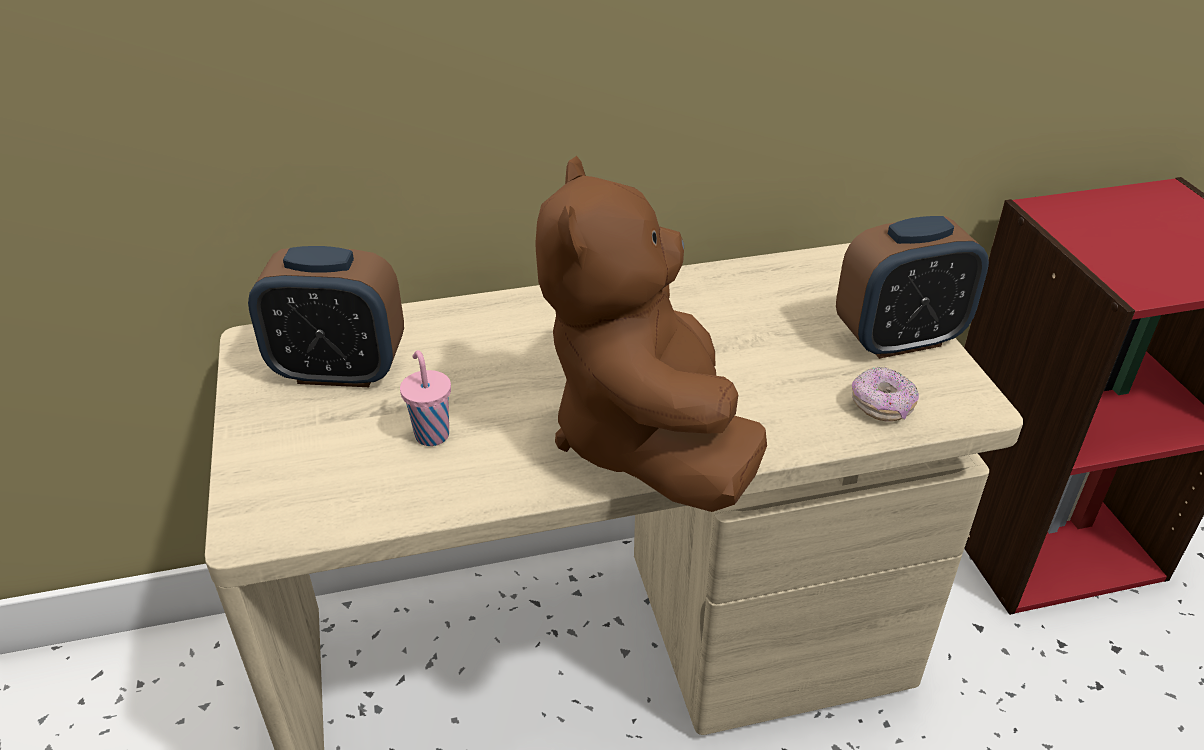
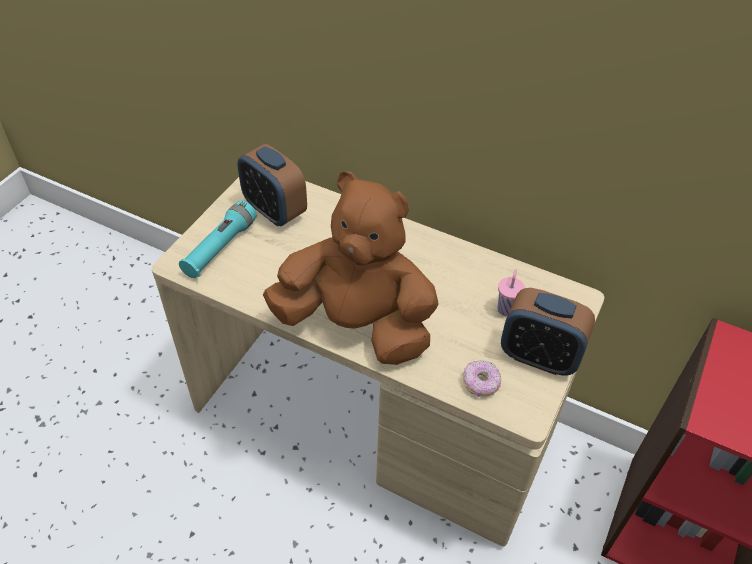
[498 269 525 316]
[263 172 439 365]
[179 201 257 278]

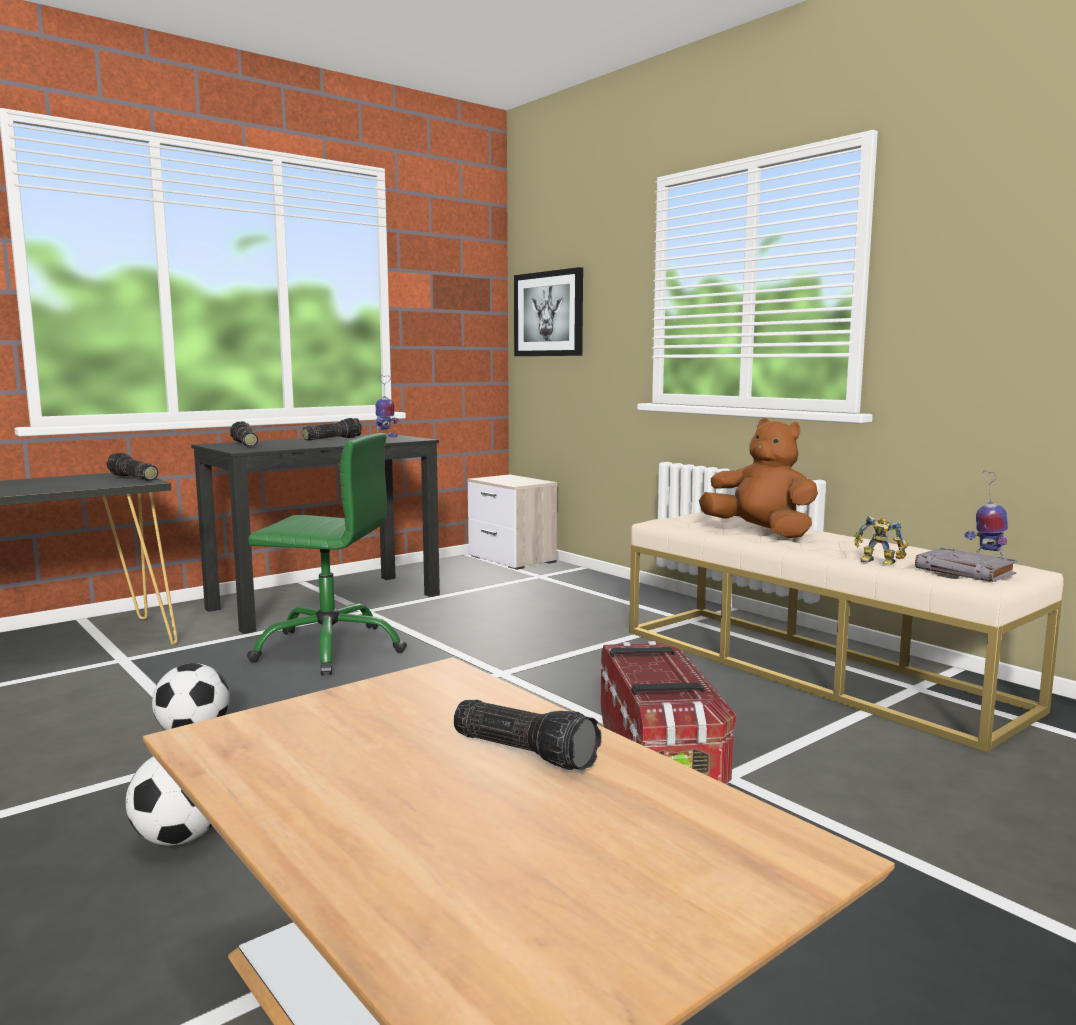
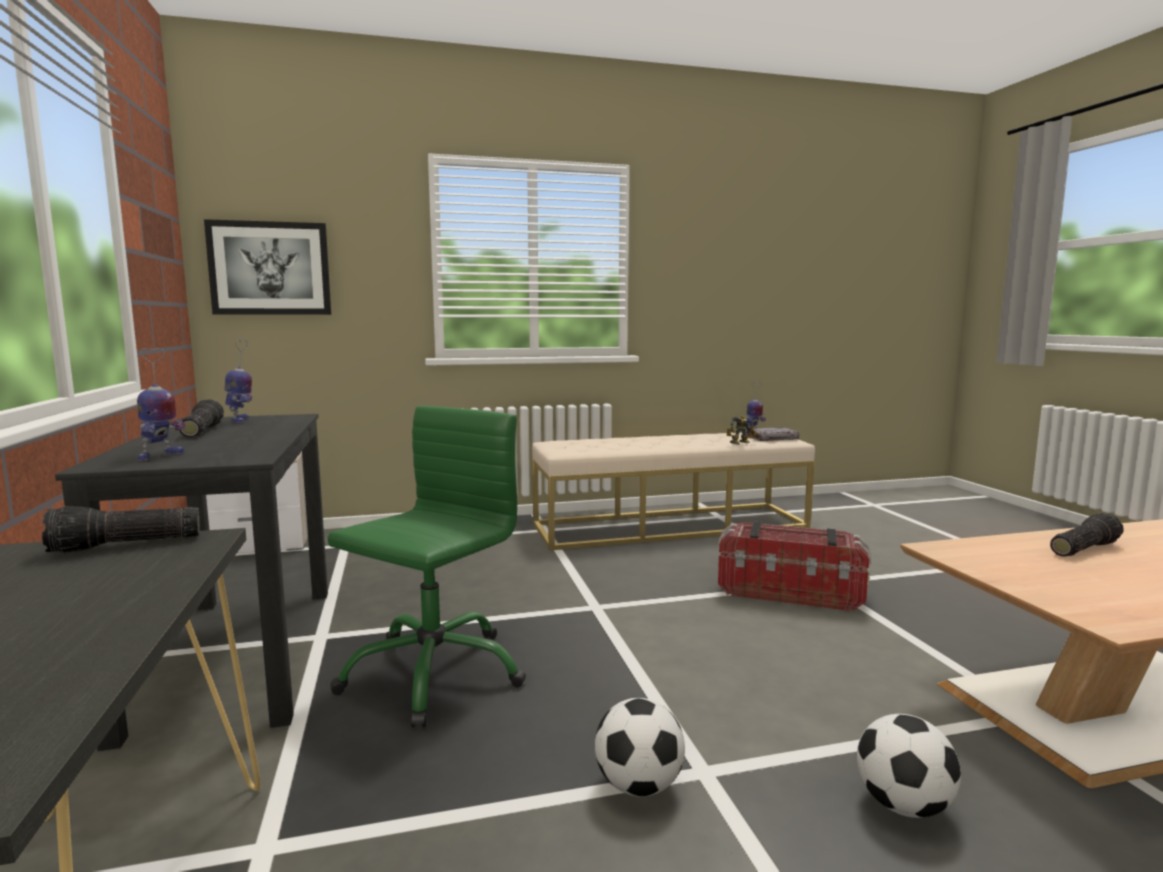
[137 348 186 461]
[699 418 818 538] (first image)

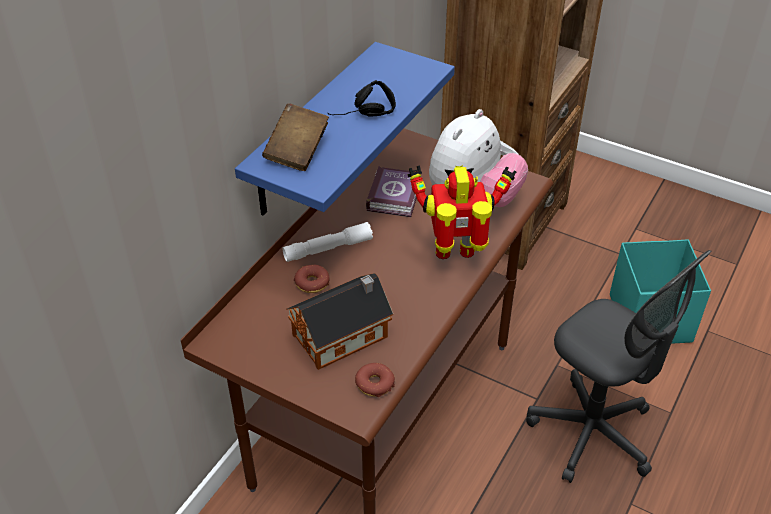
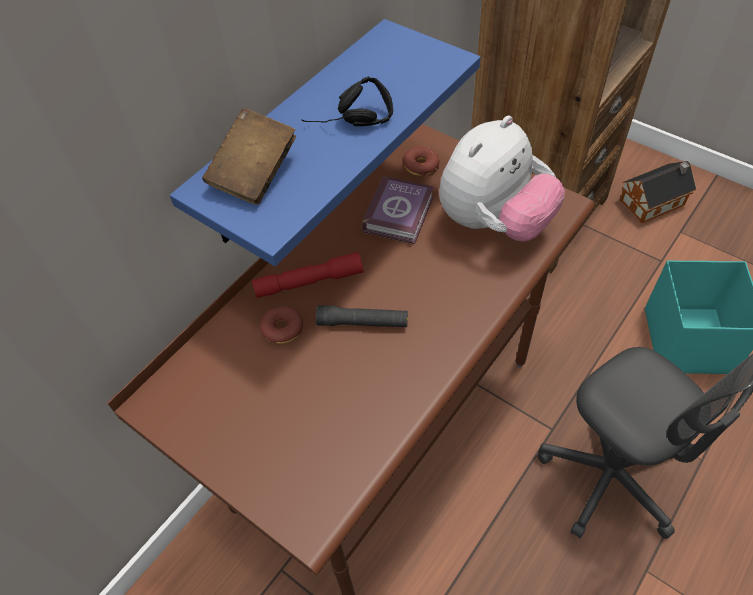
[252 251 364 298]
[620 161 697 223]
[403 146 440 176]
[408 165 516 259] (first image)
[316 305 408 327]

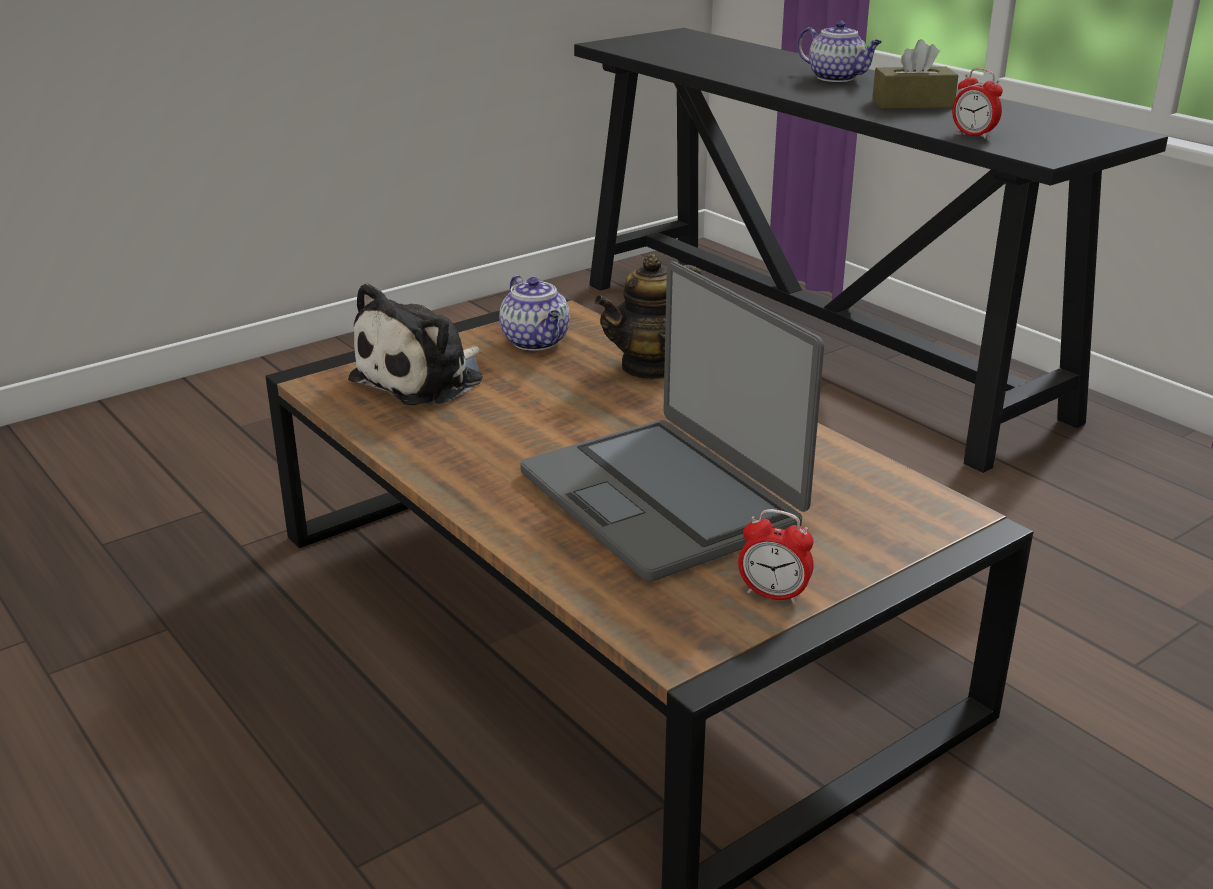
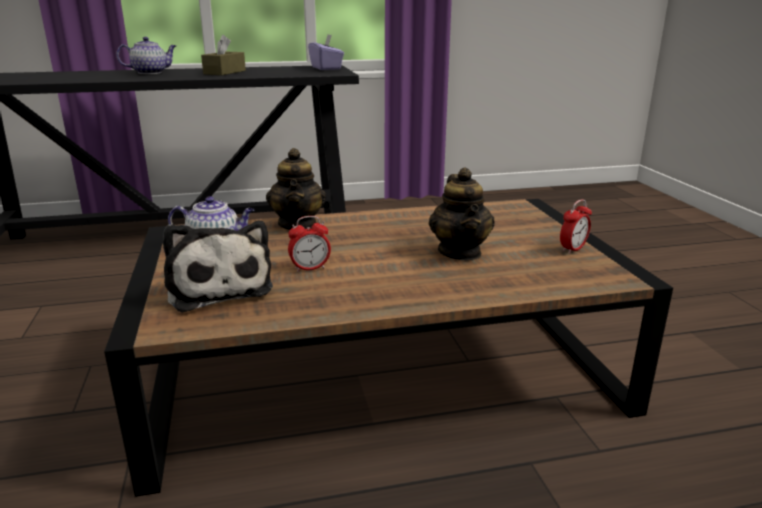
[429 168 495 260]
[288 216 331 272]
[308 35 344 70]

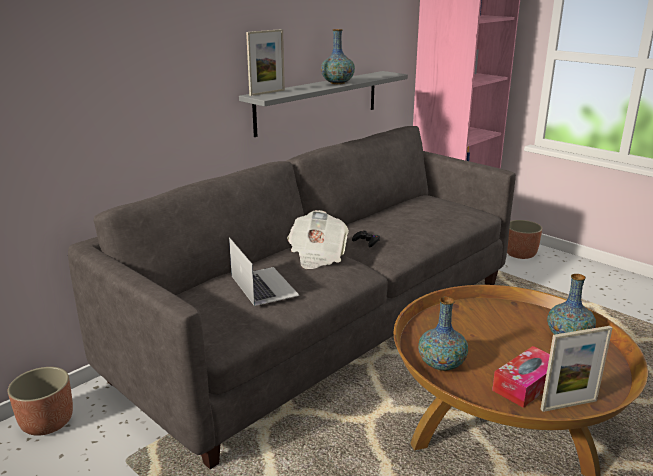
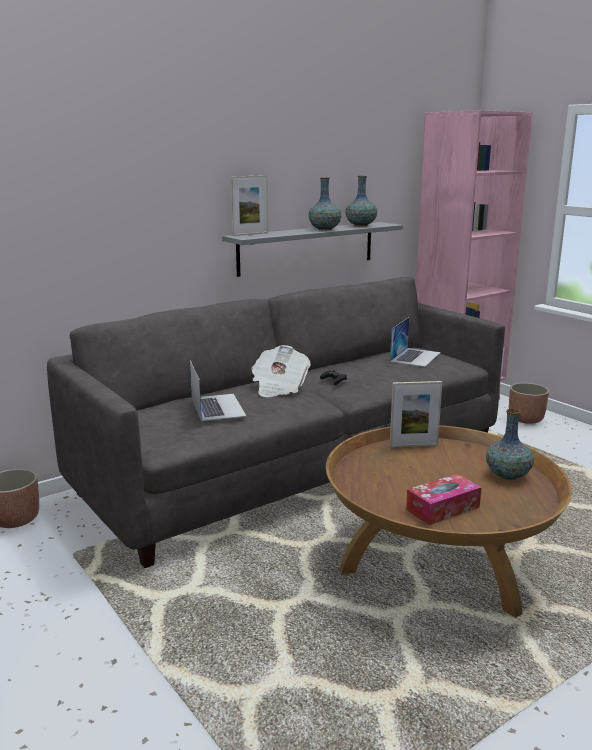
[345 176 377 226]
[390 381 442 448]
[390 317 441 367]

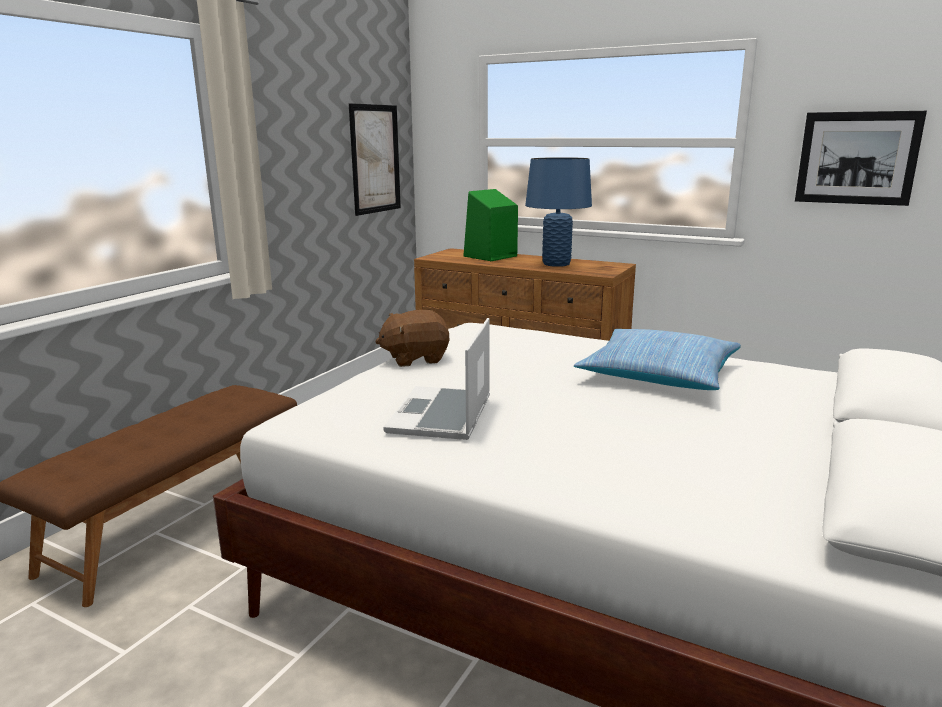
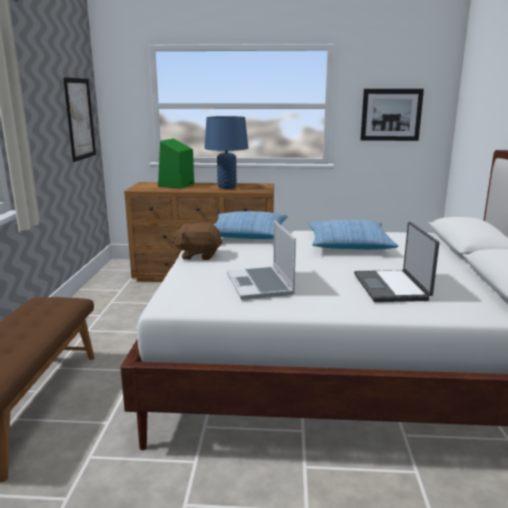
[172 223 222 260]
[214 211 288 239]
[354 222 439 302]

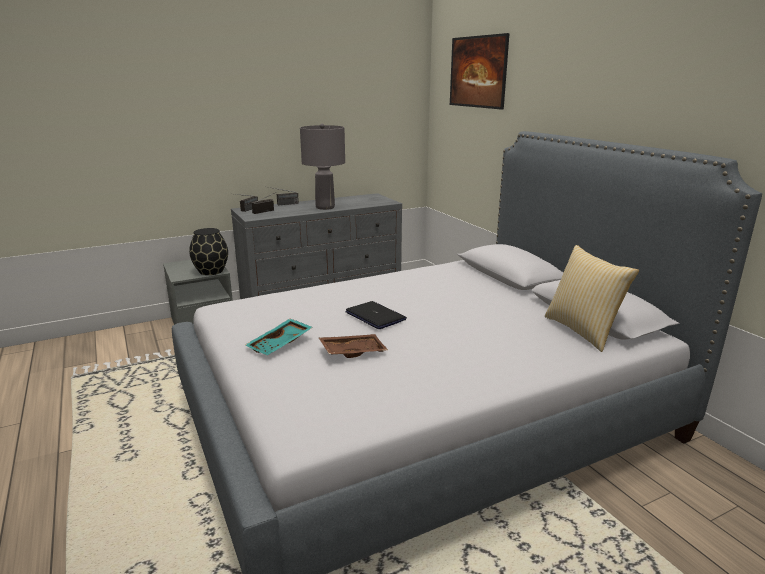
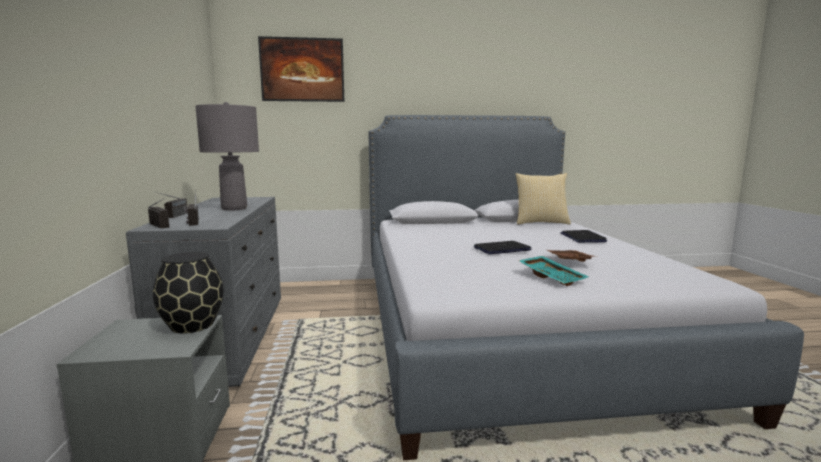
[561 230 607 243]

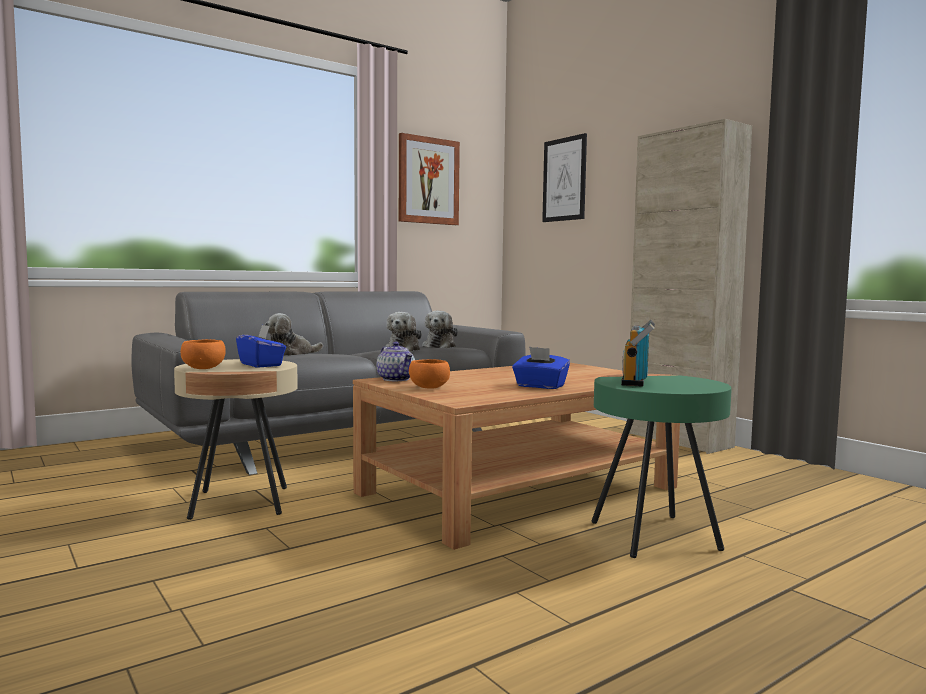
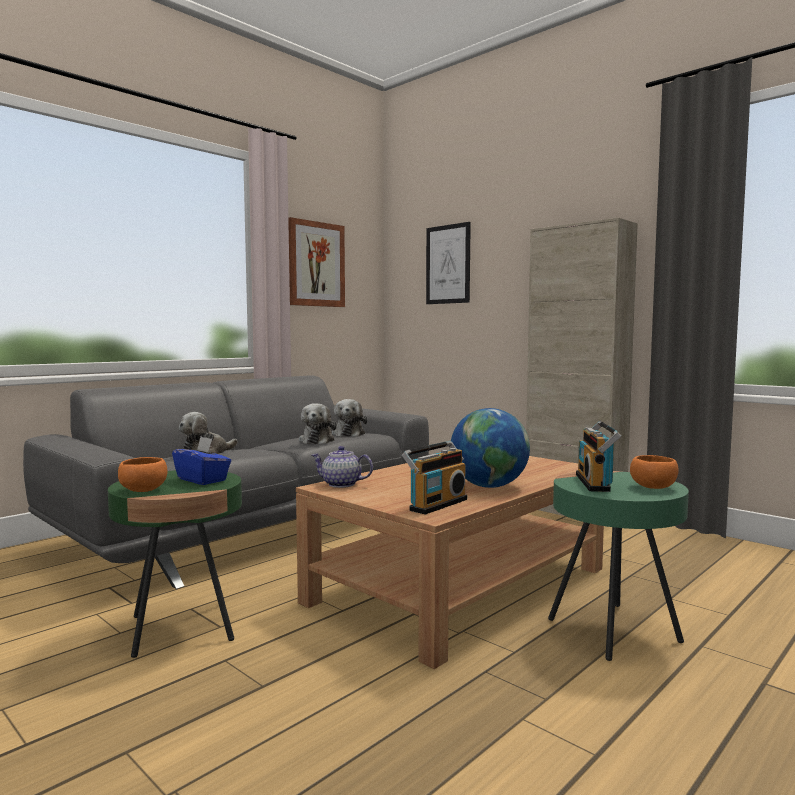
[108 470 242 658]
[311 446 373 488]
[630 455 679 489]
[451 408 530 488]
[402 441 467 515]

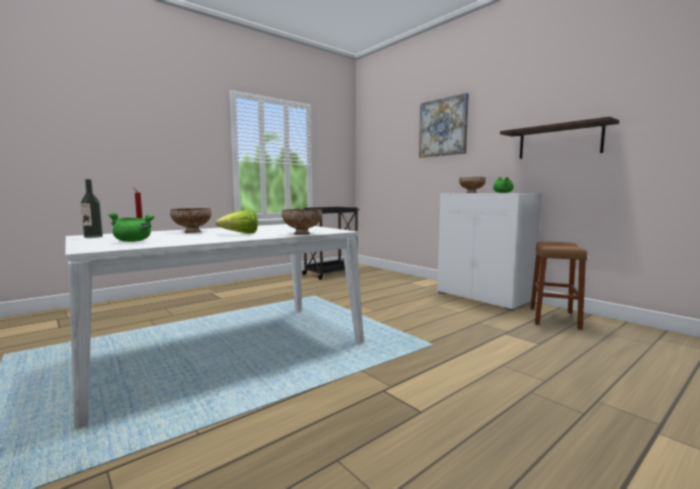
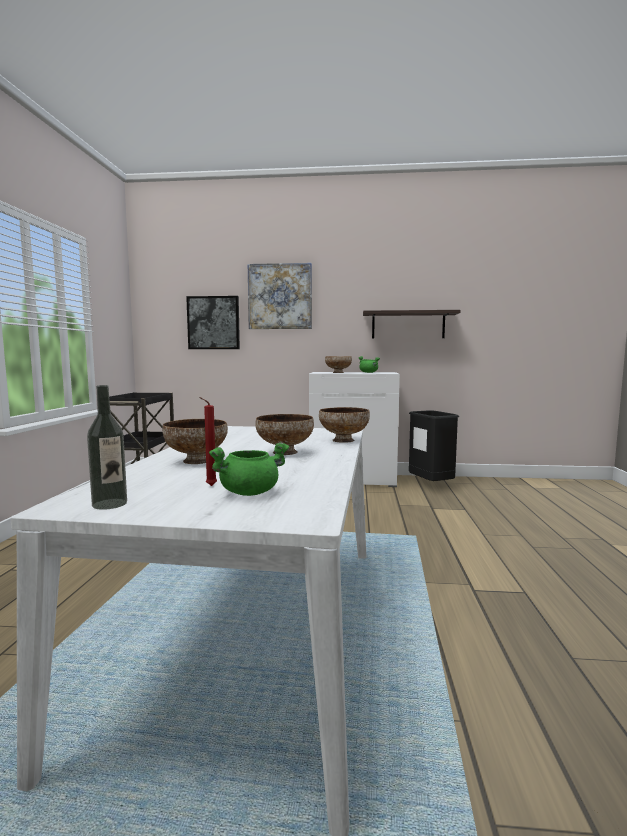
[255 414 314 455]
[409 410 459 481]
[186 296 240 349]

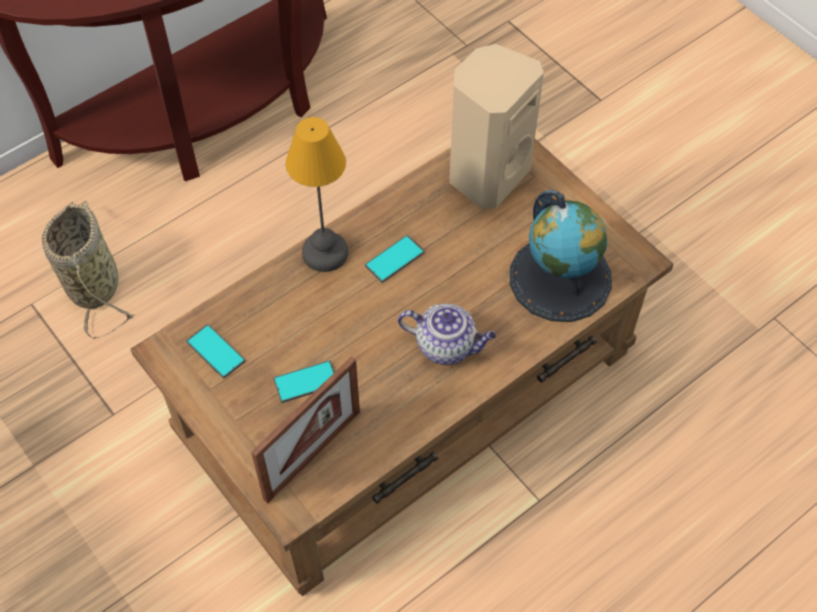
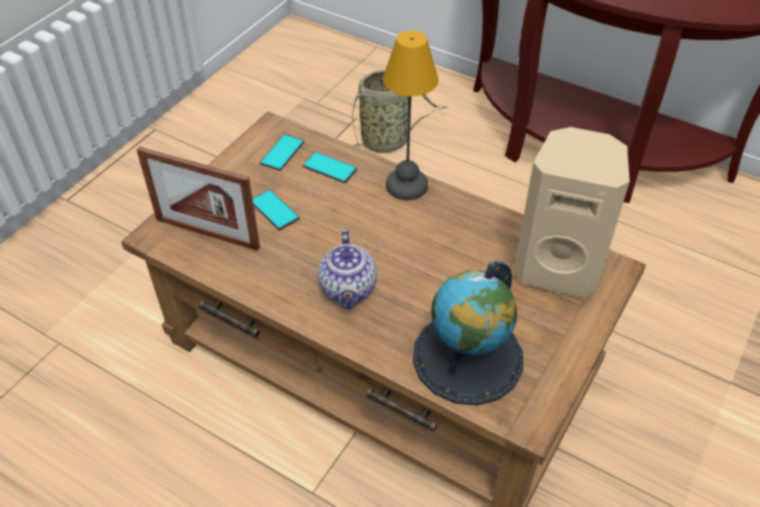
[303 152 357 183]

